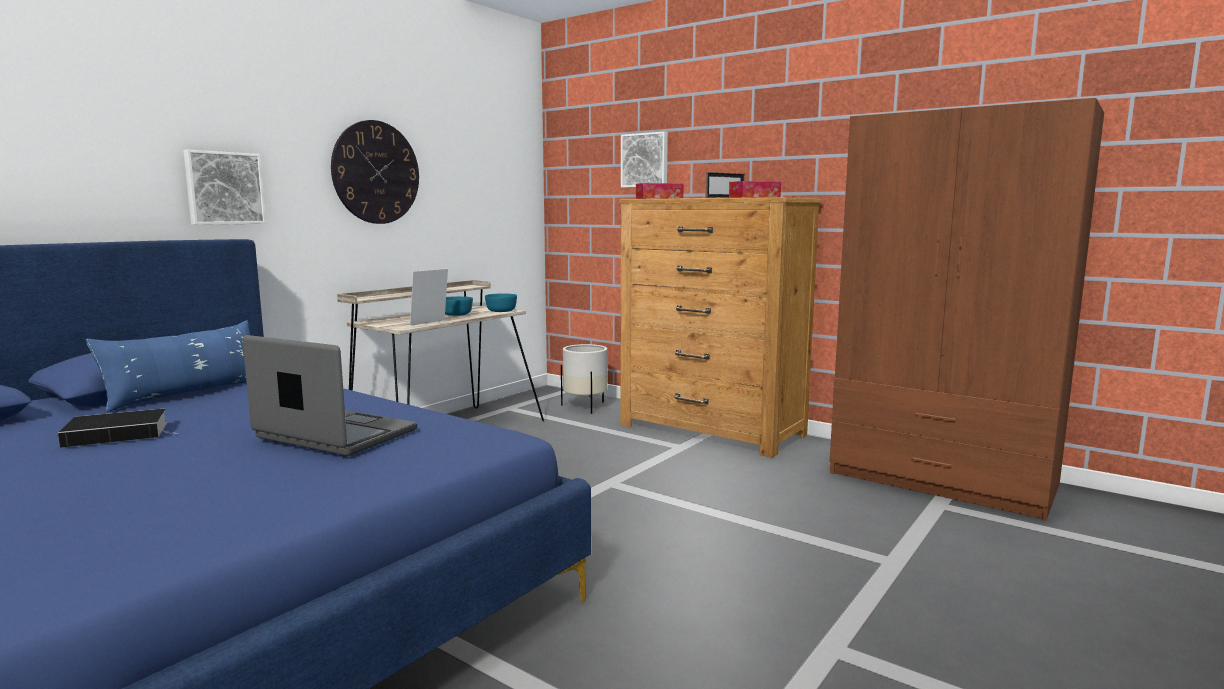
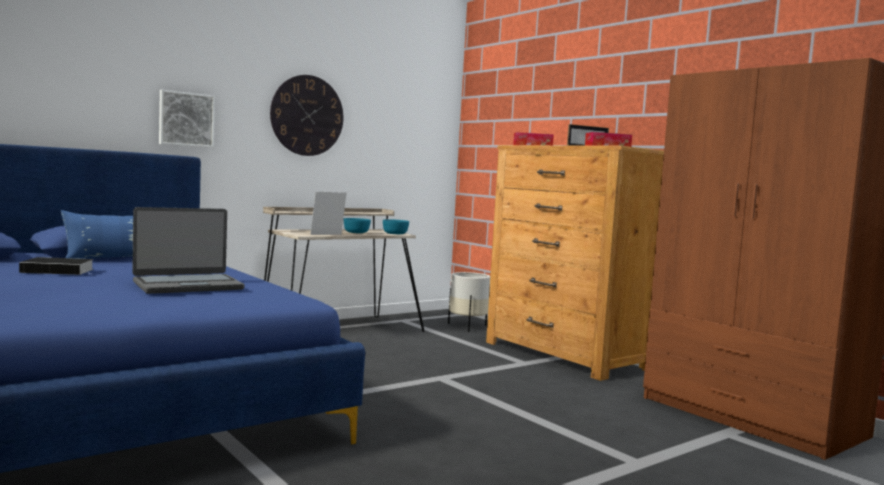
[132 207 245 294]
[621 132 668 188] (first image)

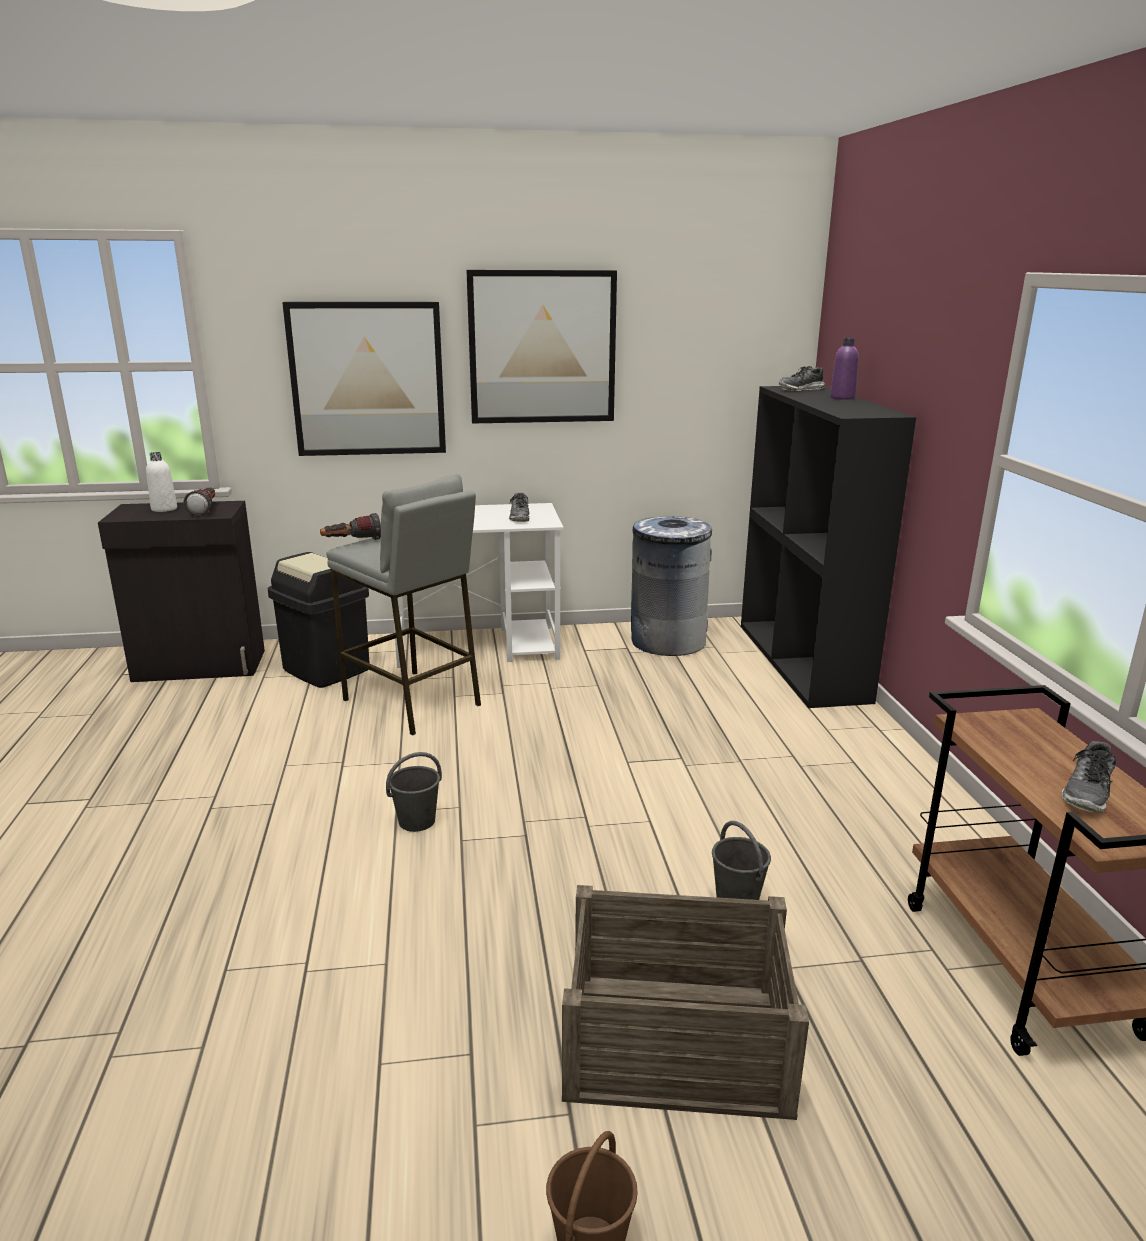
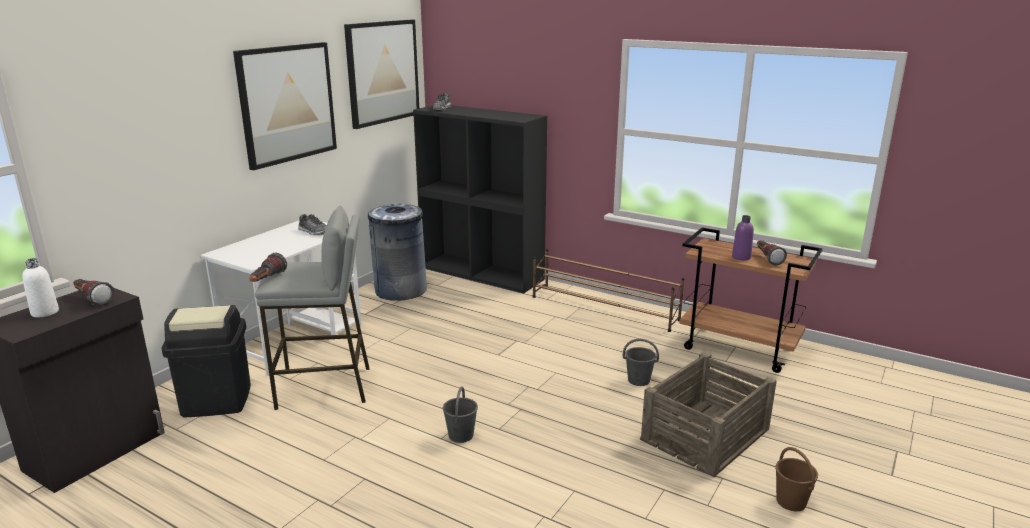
[344 20 419 129]
[732 215 754 260]
[757 240 787 265]
[533 249 685 332]

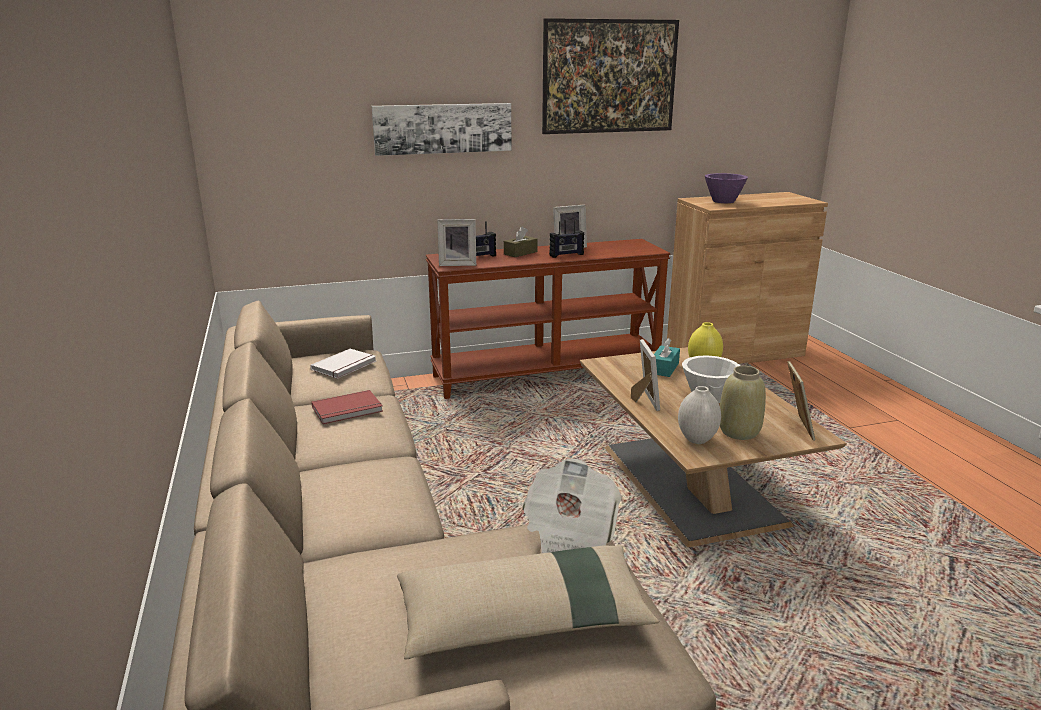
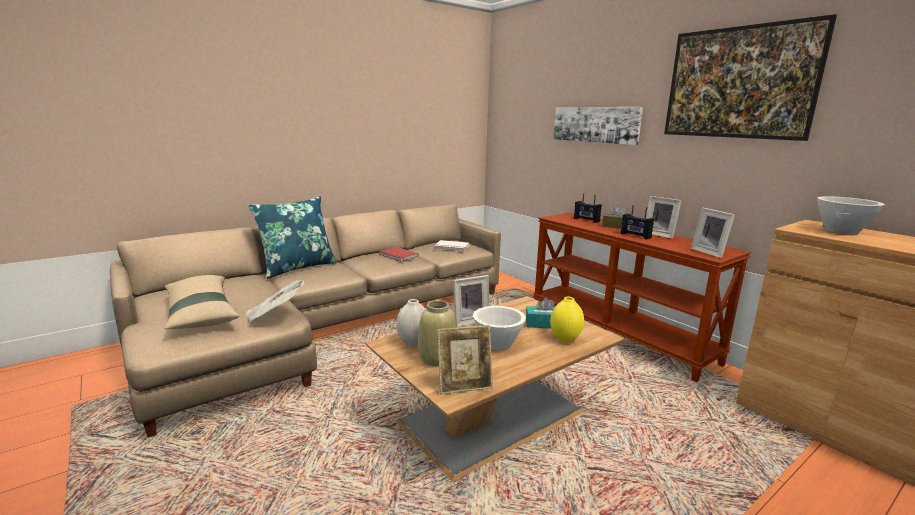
[691 208 735 258]
[817 196 885 235]
[248 196 337 279]

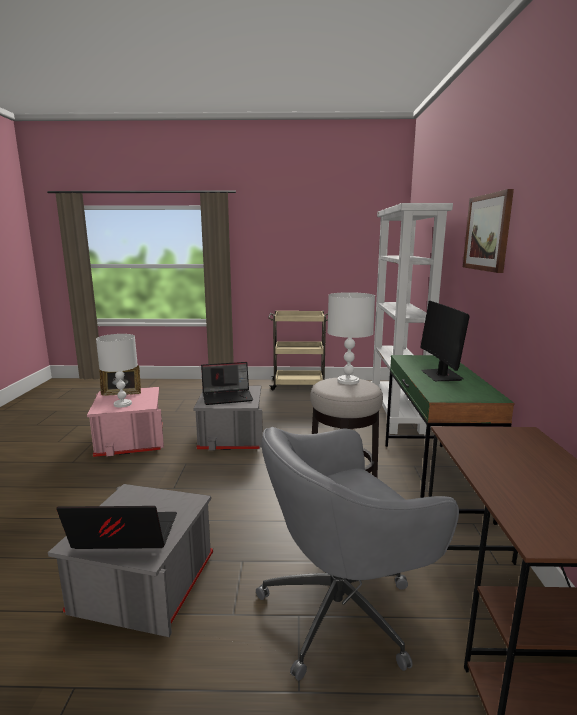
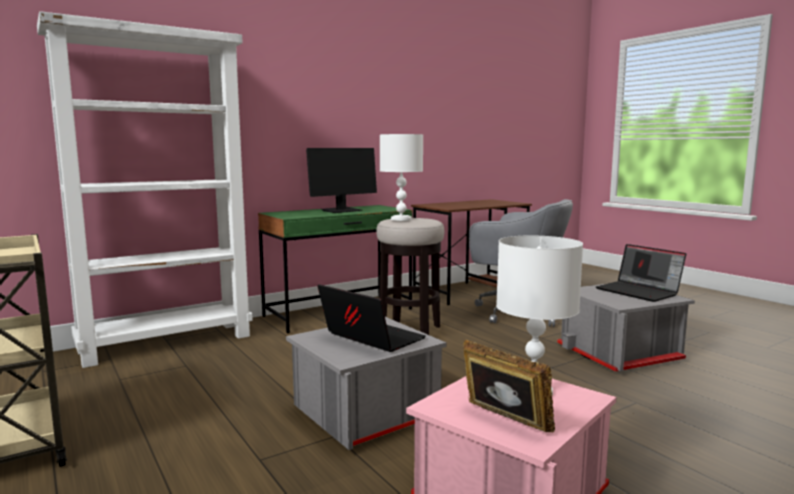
[463 189 514 273] (first image)

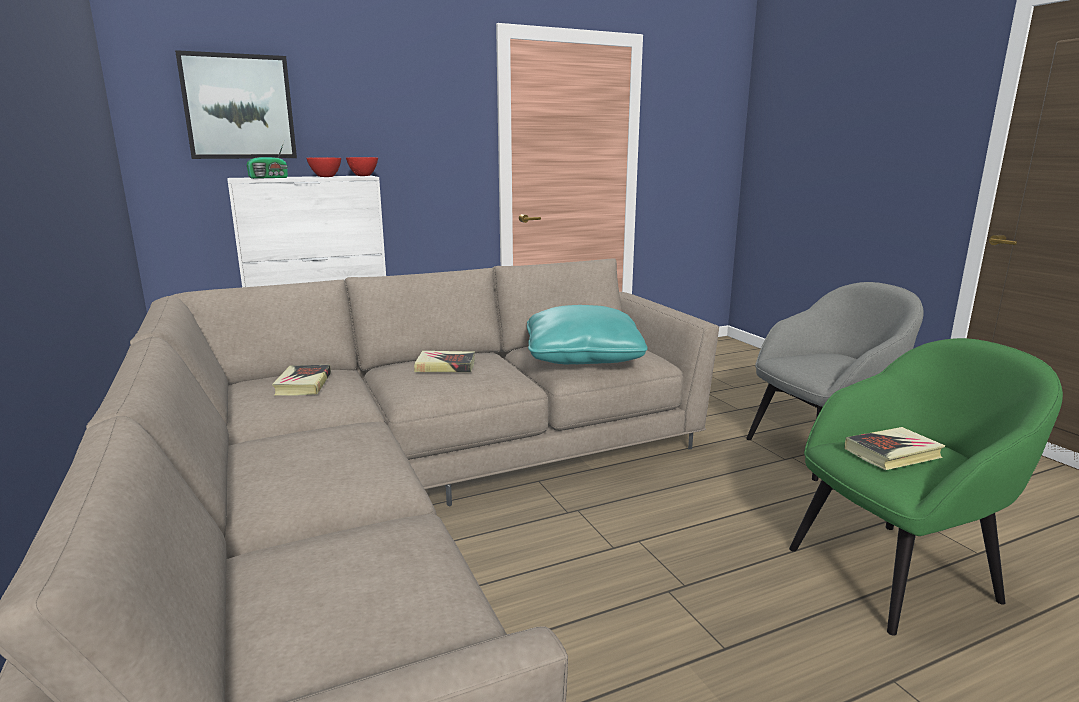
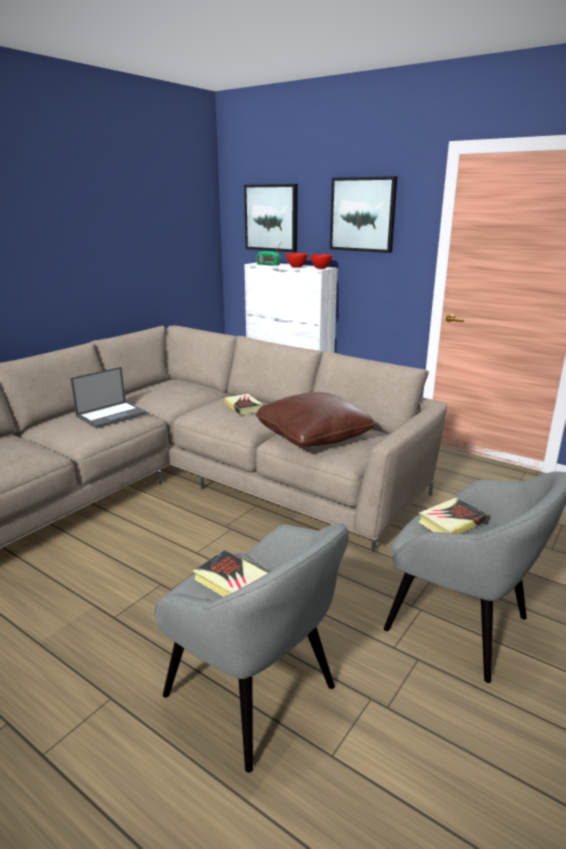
[419 498 487 534]
[255 392 376 447]
[154 523 349 773]
[70 367 147 429]
[330 176 397 253]

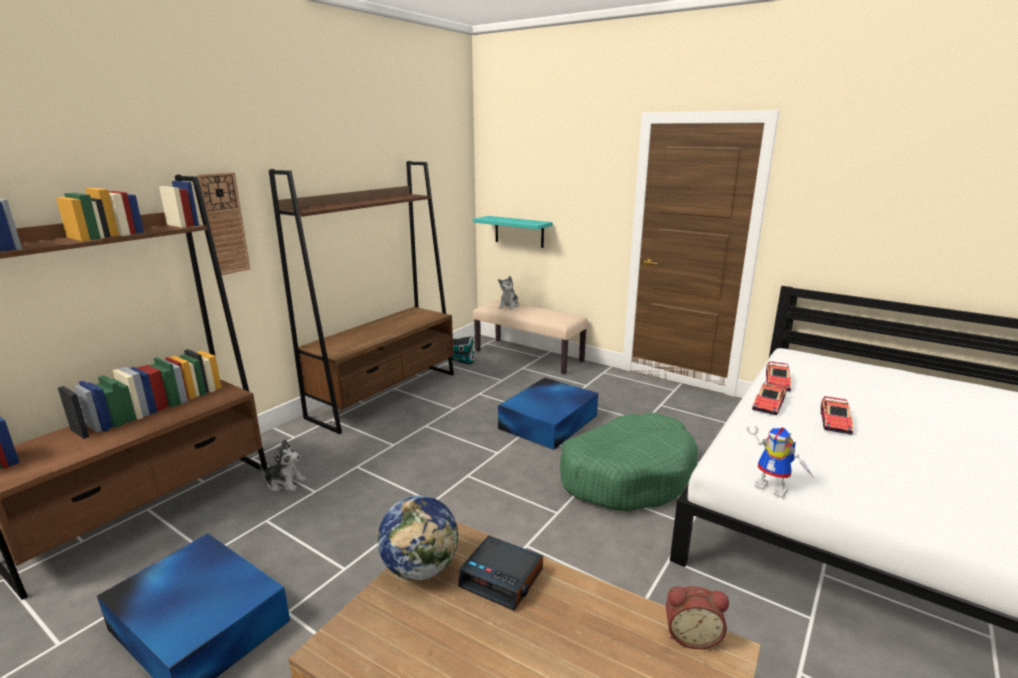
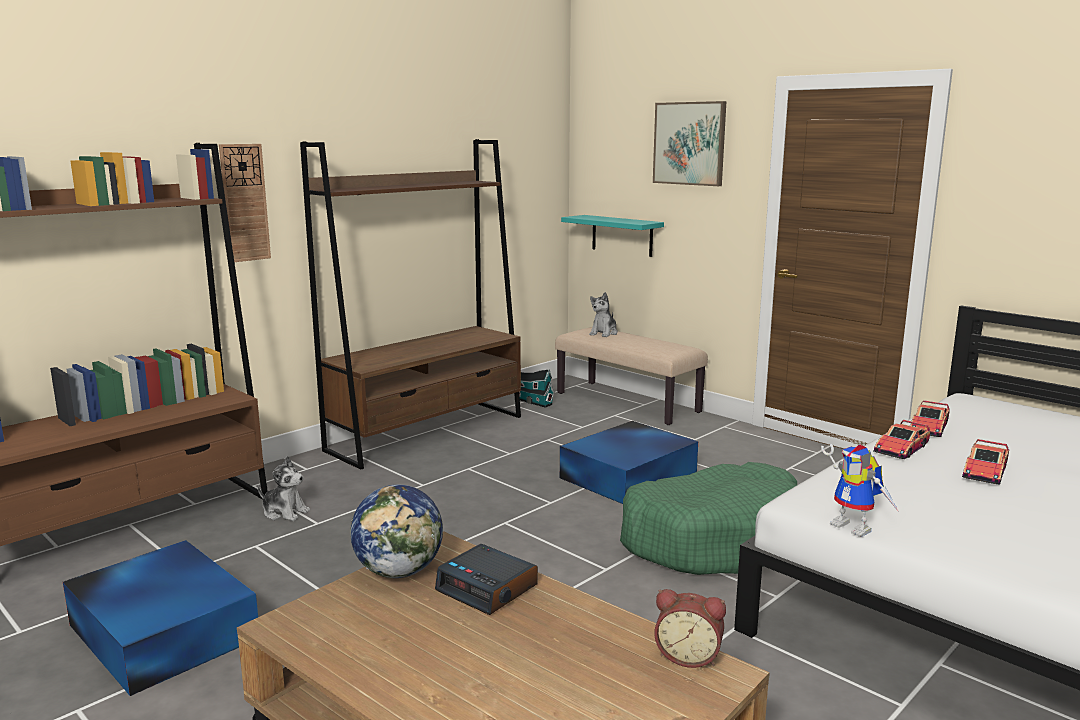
[653 101 726 186]

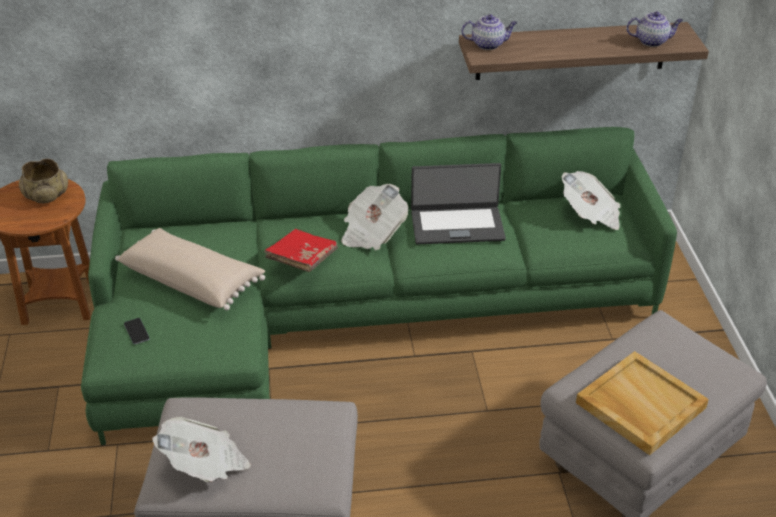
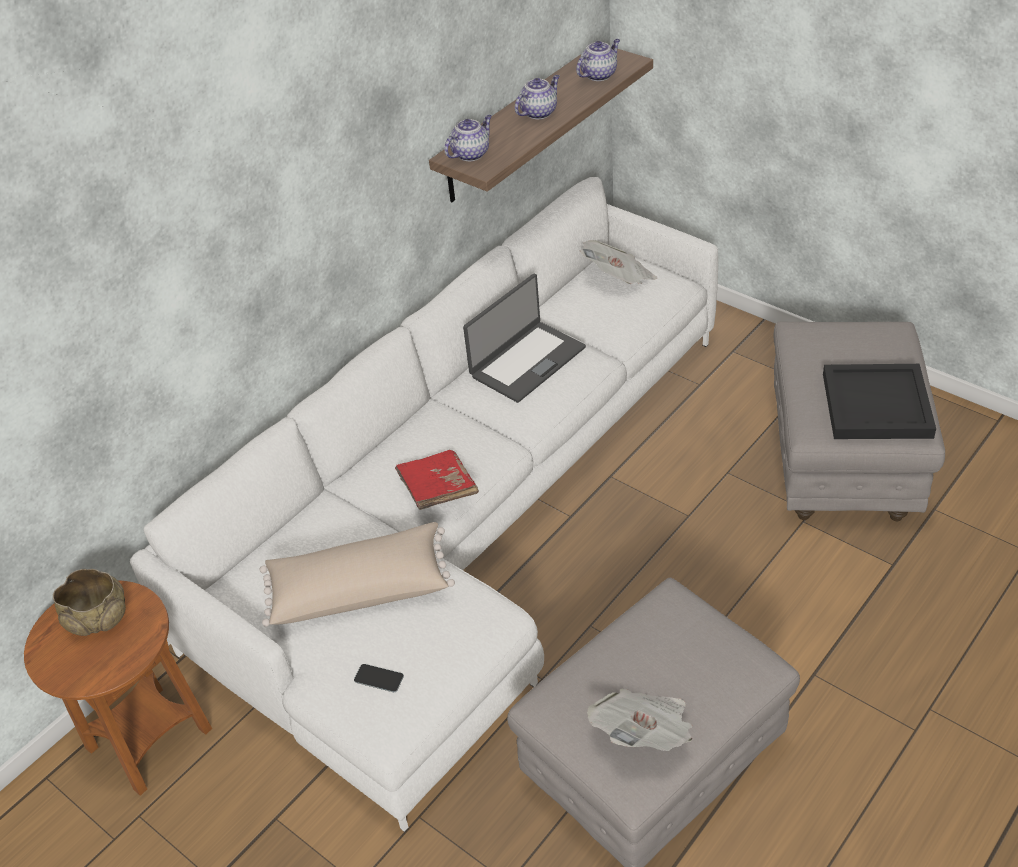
[130 177 718 832]
[341 184 408 250] (first image)
[823 364 936 439]
[515 75 560 119]

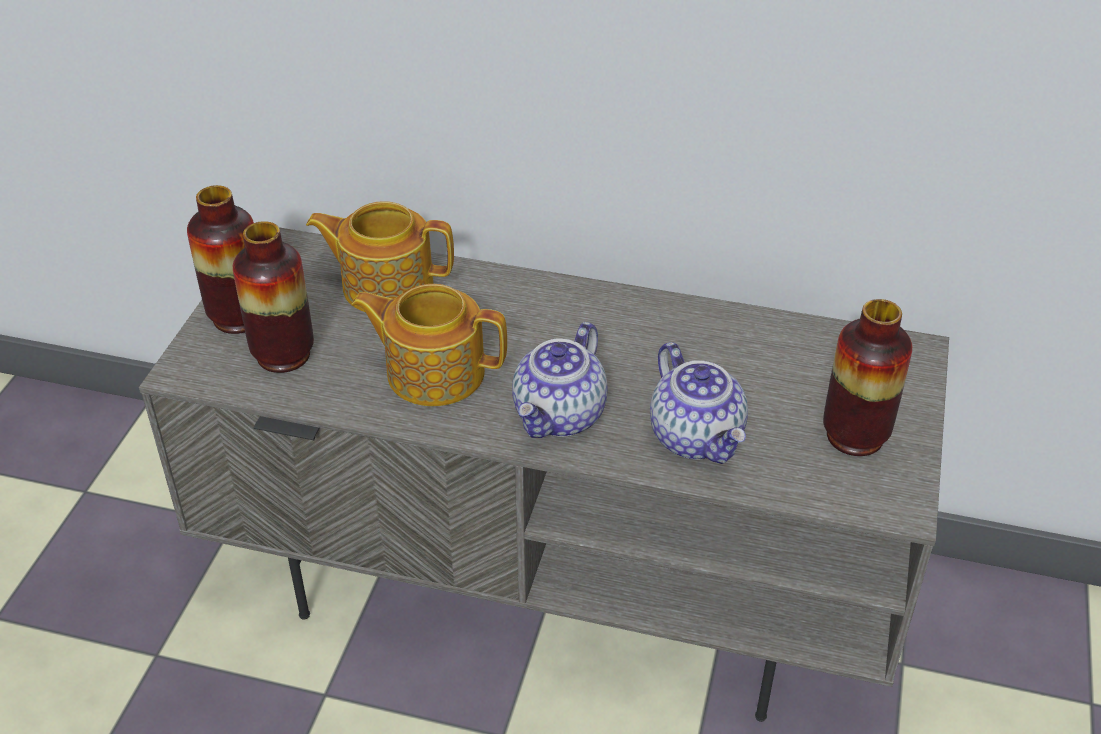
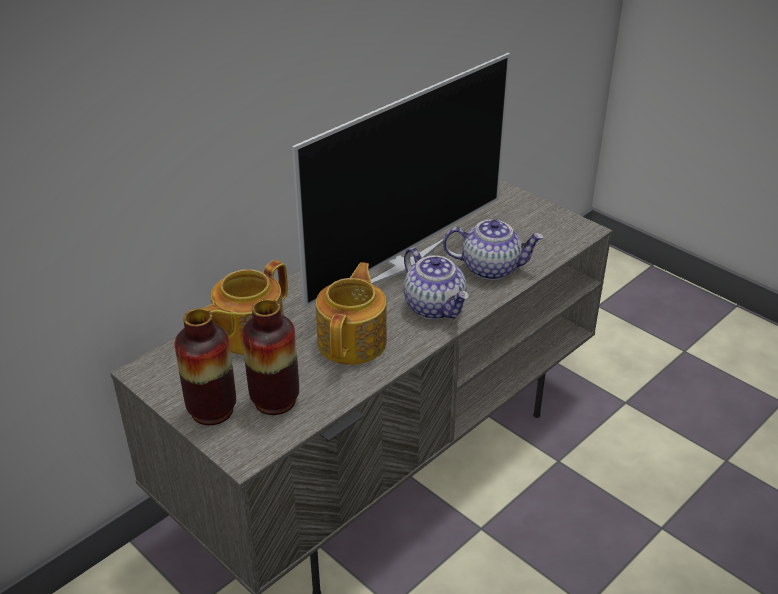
[316 262 387 365]
[823 299 912 456] (first image)
[292 53 510 308]

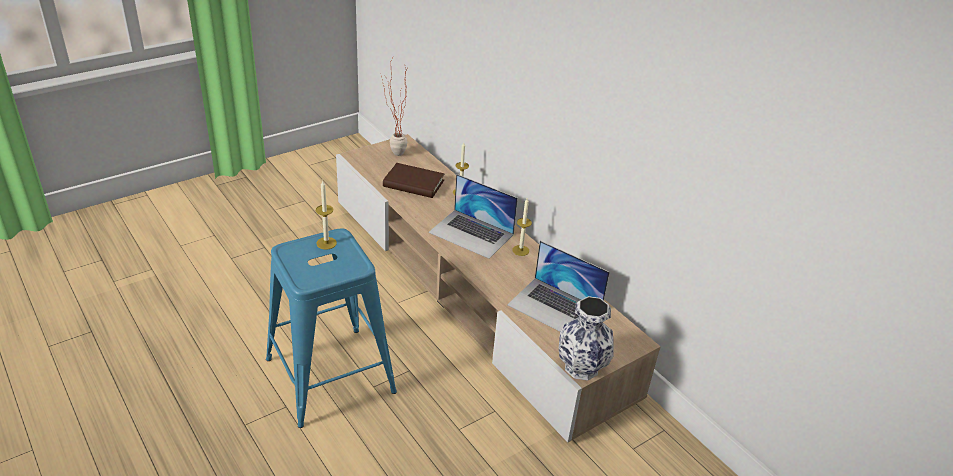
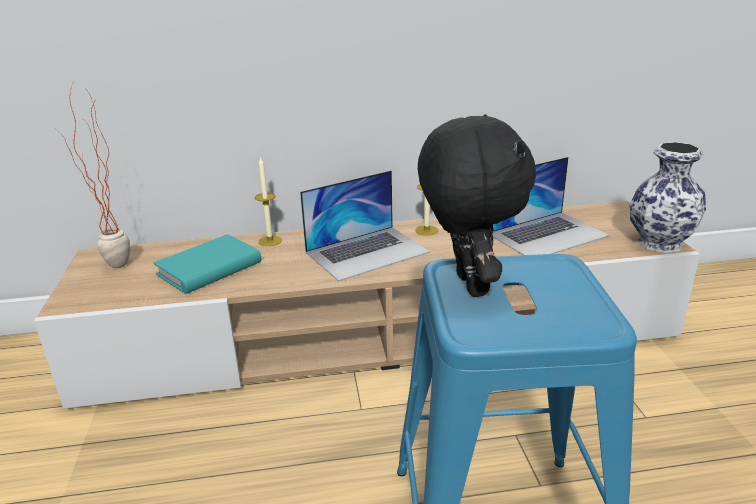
[418 114 536 297]
[154 234 261 294]

